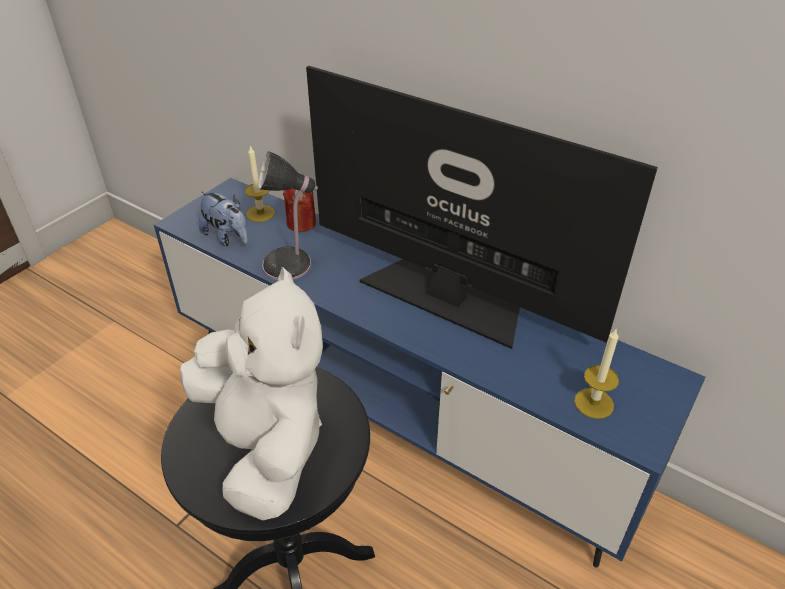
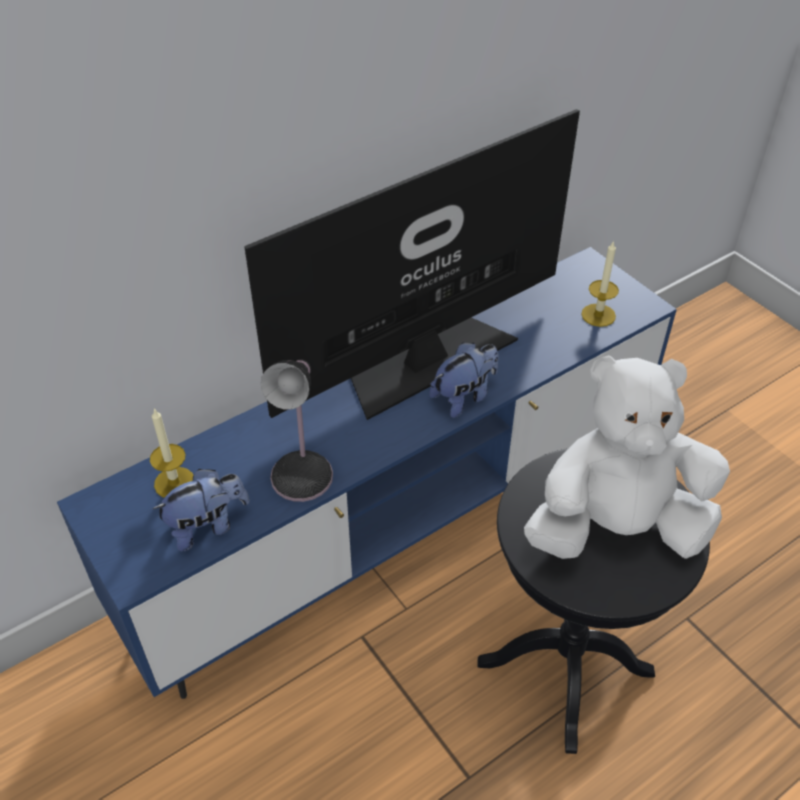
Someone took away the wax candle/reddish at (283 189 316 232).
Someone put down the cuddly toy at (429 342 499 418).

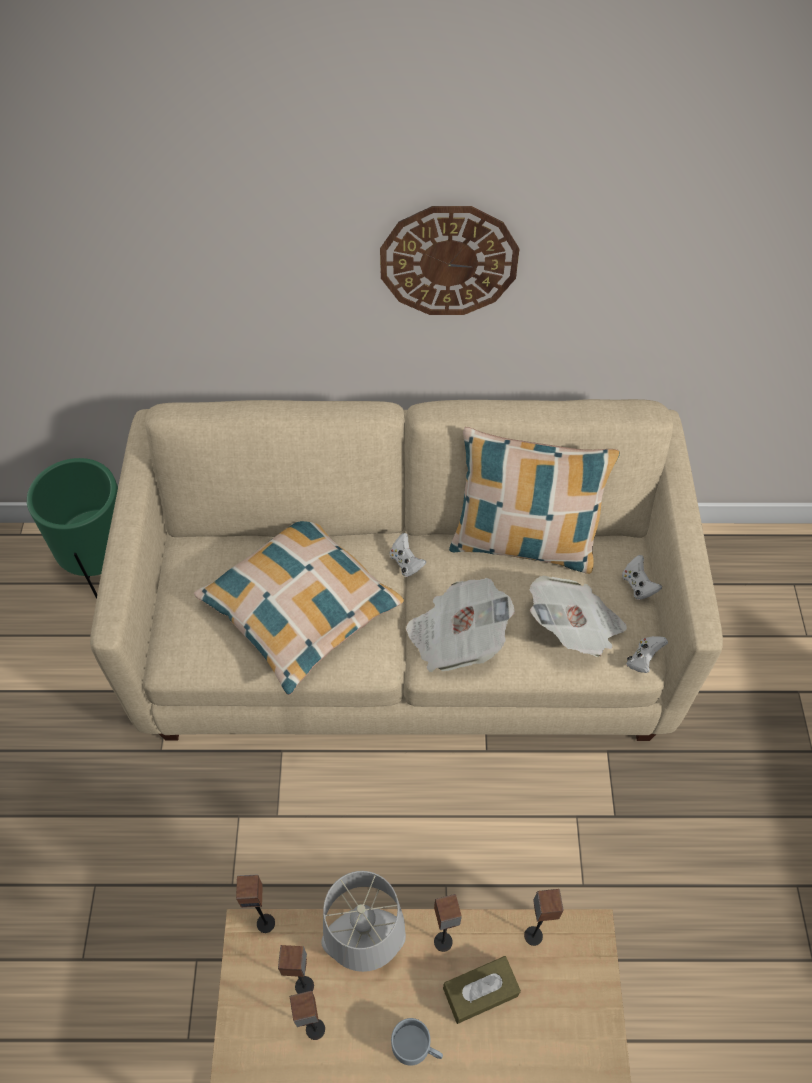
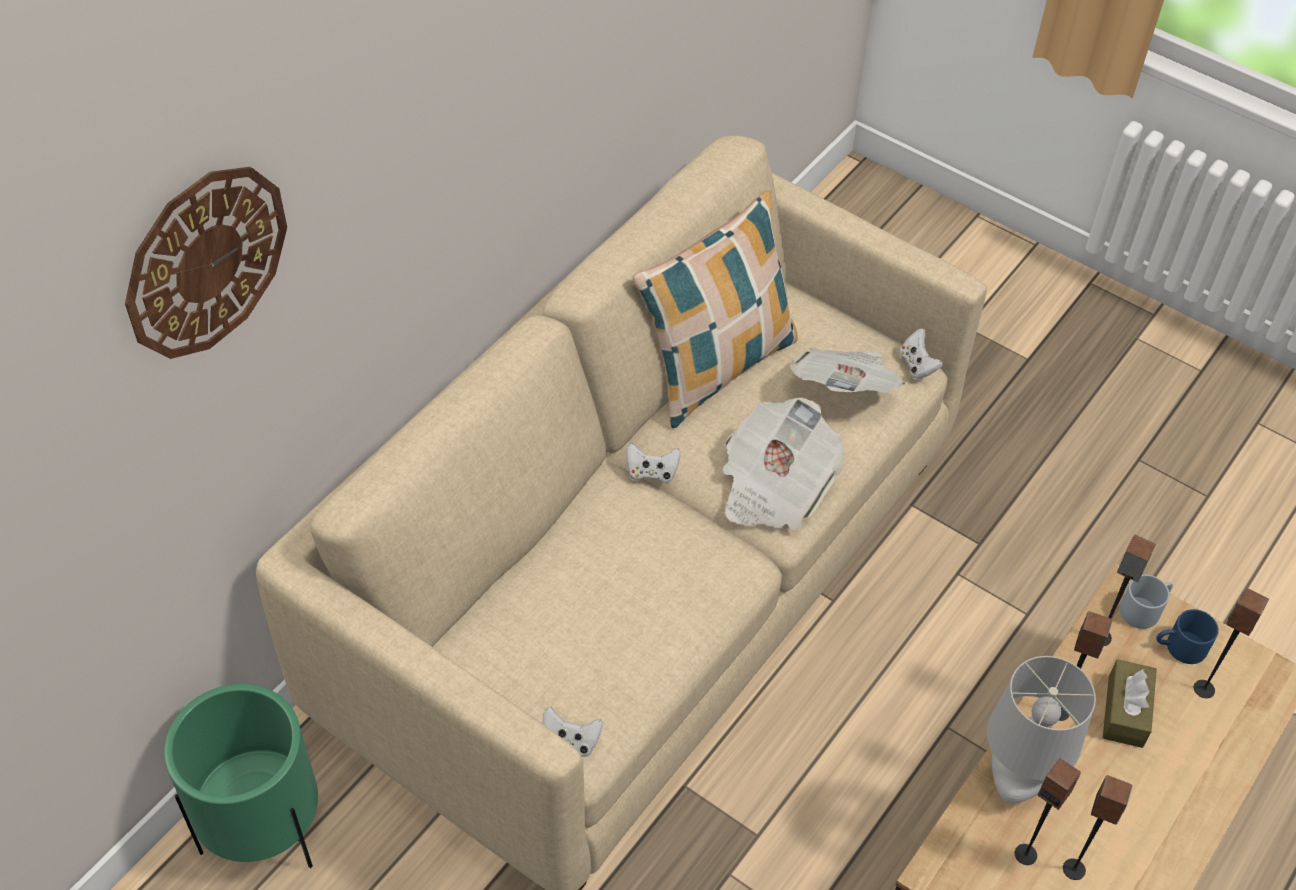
Someone took away the throw pillow at (194 521 404 695).
Someone carried the speaker from (236 874 275 933) to (1194 587 1269 698).
Someone carried the clock on the wall from (380 206 519 315) to (125 167 287 359).
Someone carried the mug/grey from (391 1018 443 1066) to (1120 575 1173 629).
Someone carried the game controller/white from (622 555 662 600) to (543 706 603 757).
Someone put down the mug/blue-coloured at (1156 609 1219 664).

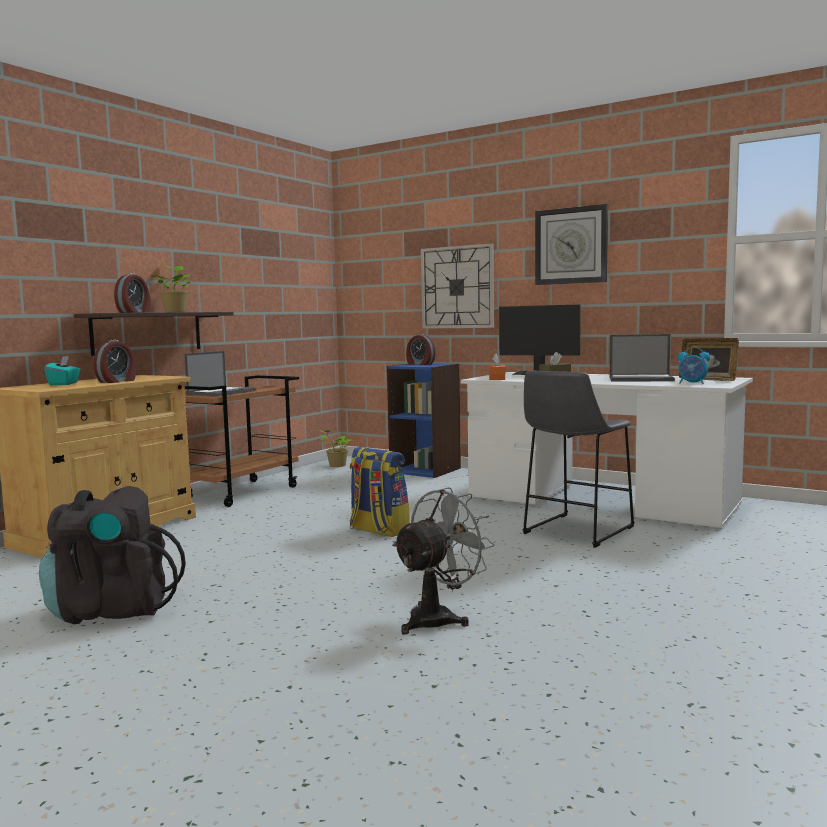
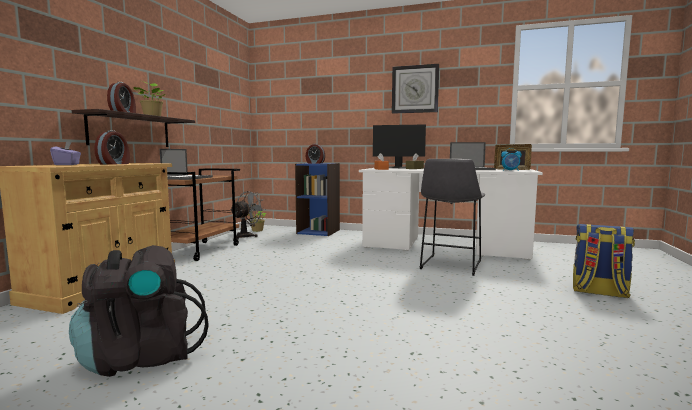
Someone repainted the box of tissues/turquoise at (44 356 80 385), which became the box of tissues/purplish at (50 141 81 165).
Someone carried the rucksack from (350 447 410 537) to (573 224 635 298).
Someone carried the electric fan/grey from (392 487 495 634) to (230 191 266 238).
Someone took away the clock on the wall at (421 243 494 329).

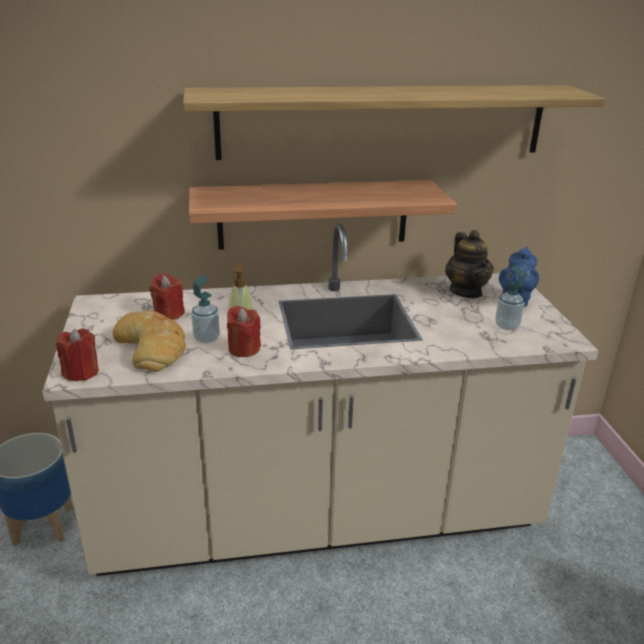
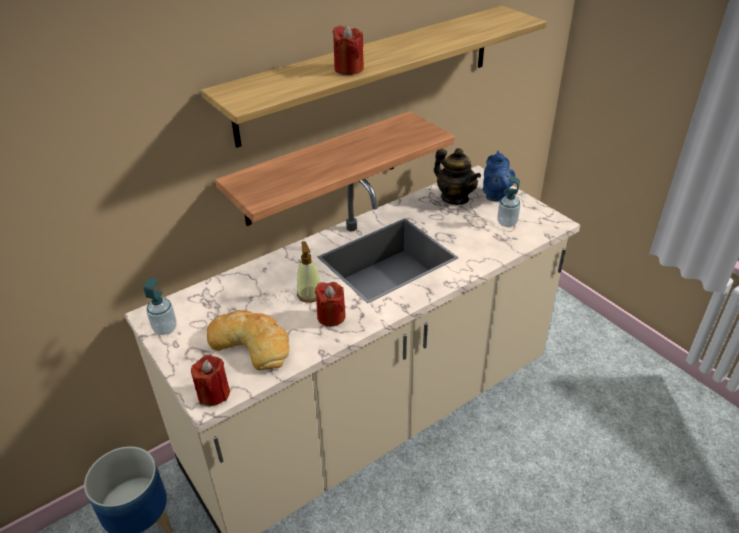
Someone carried the wax candle/reddish from (150 273 185 320) to (332 25 364 75).
Someone carried the soap dispenser from (192 275 220 343) to (144 278 176 335).

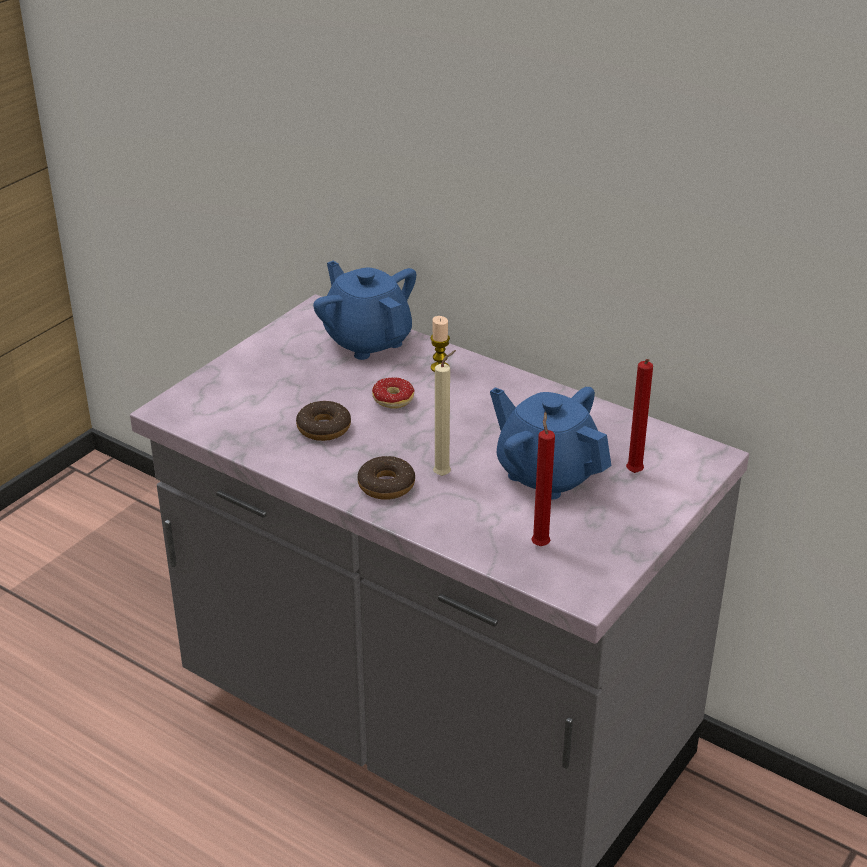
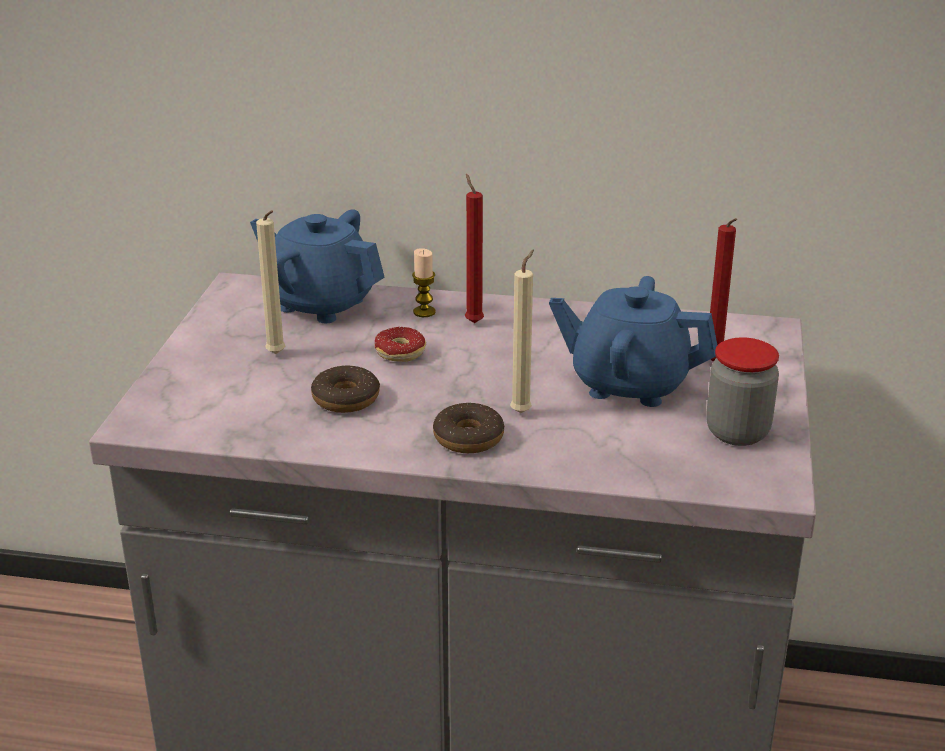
Someone carried the wax candle/reddish from (531 412 555 546) to (465 174 484 323).
Someone put down the wax candle/sand-coloured at (256 210 285 354).
Someone put down the jar at (706 337 779 446).

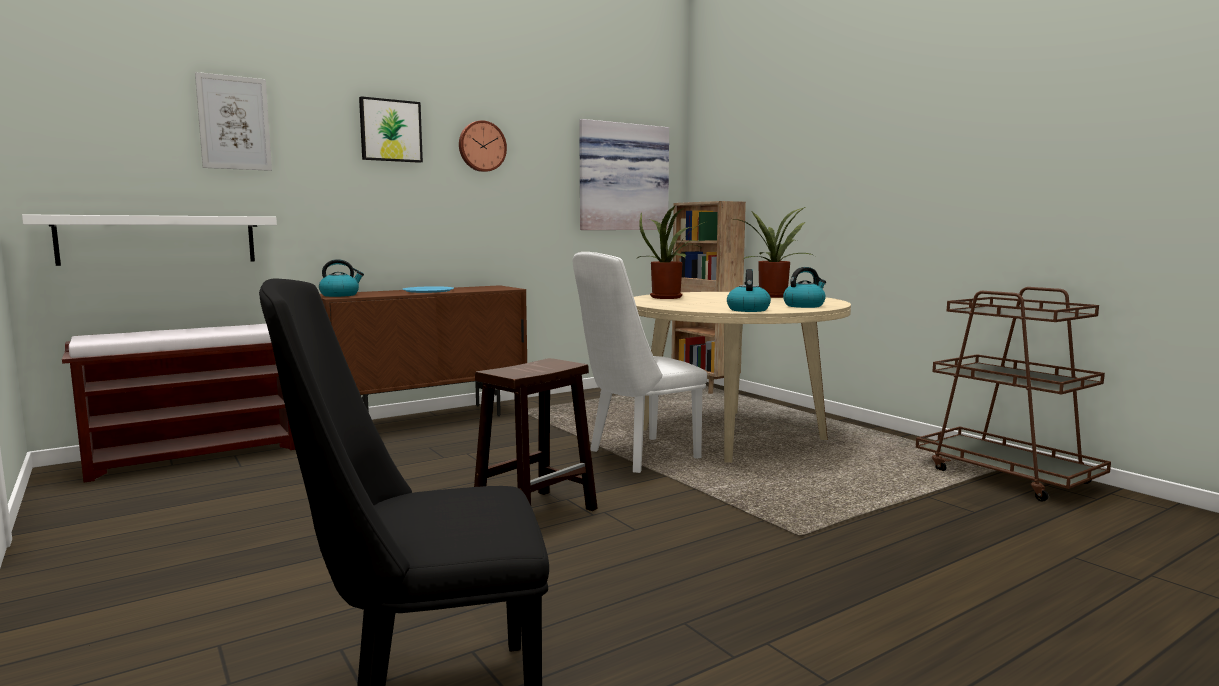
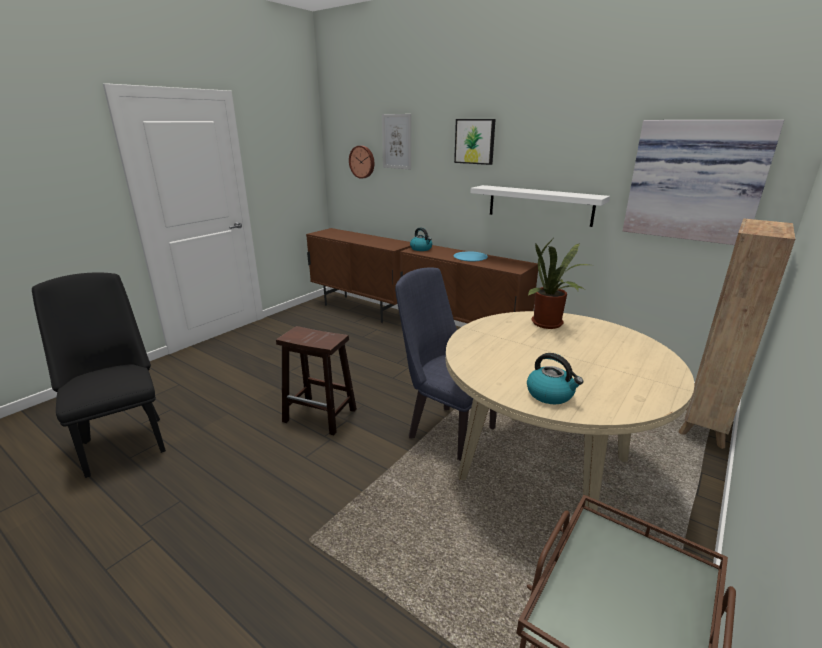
Someone carried the bracket shelf/white from (22 214 277 266) to (470 185 610 227).
Someone swapped the indoor bench/brownish at (62 324 295 483) for the storage cabinet/brownish at (306 228 411 323).
Someone carried the clock on the wall from (459 120 507 172) to (349 146 374 179).
Someone repainted the chair/white at (573 252 707 473), which became the chair/blue-coloured at (395 268 497 461).
Someone took away the water kettle at (727 269 771 312).
Someone took away the plant in a pot at (734 207 815 298).

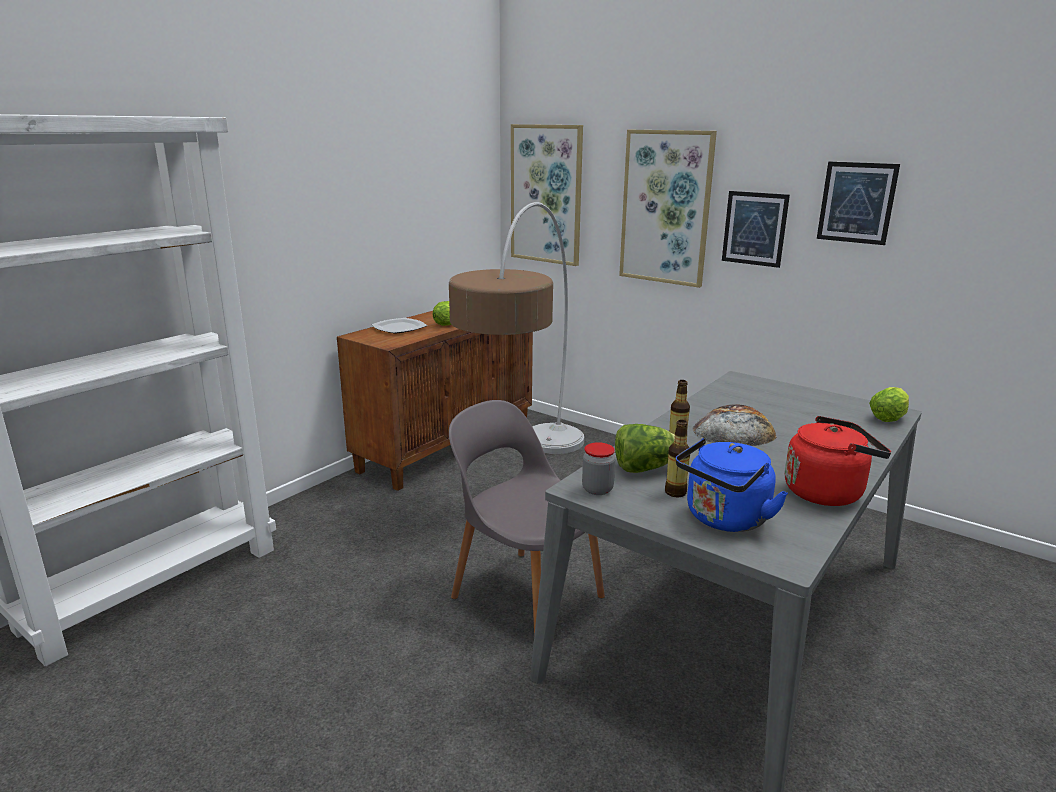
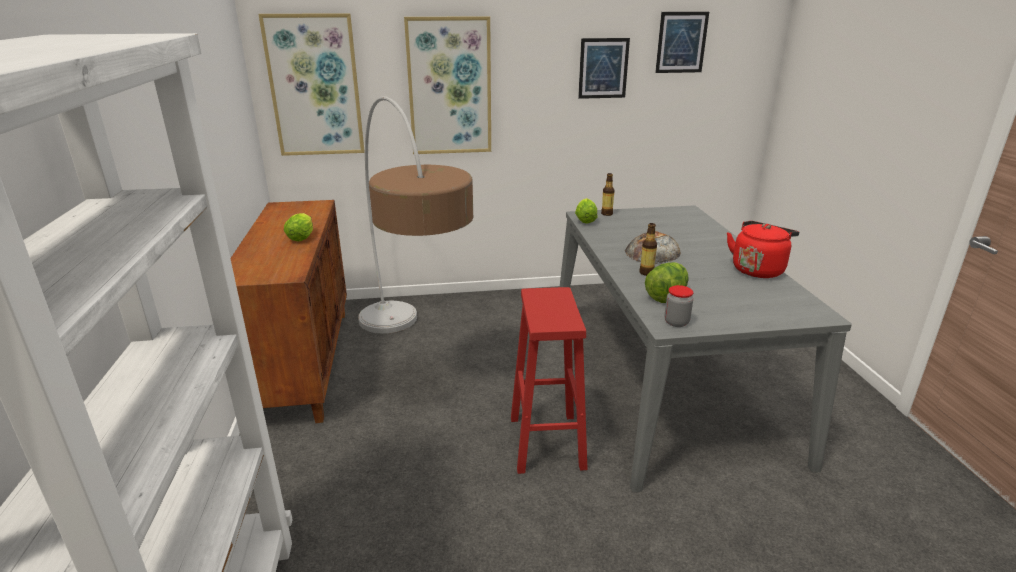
Someone took away the plate at (371 318 427 334).
Someone swapped the chair/grey at (449 400 605 635) for the stool seat/reddish at (511 287 588 474).
Someone carried the drink bottle from (665 420 690 497) to (601 173 615 216).
Someone took away the water kettle/blue-coloured at (676 438 788 532).
Someone carried the wall picture from (722 191 790 268) to (655 12 709 73).
Someone carried the lettuce from (869 387 909 422) to (575 198 597 224).

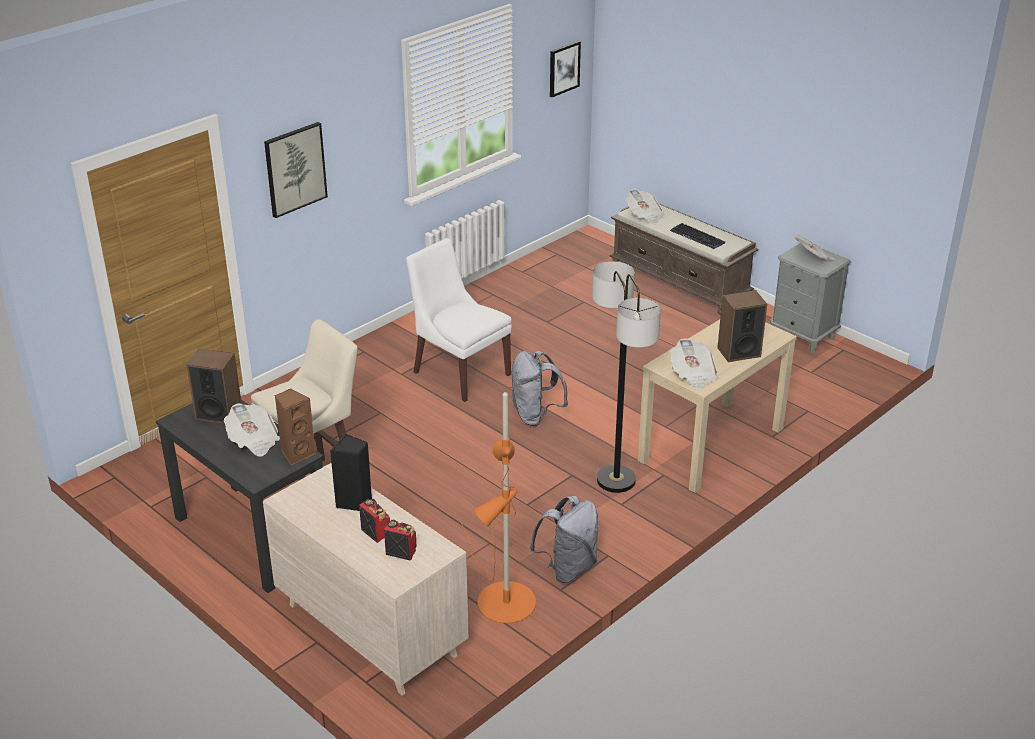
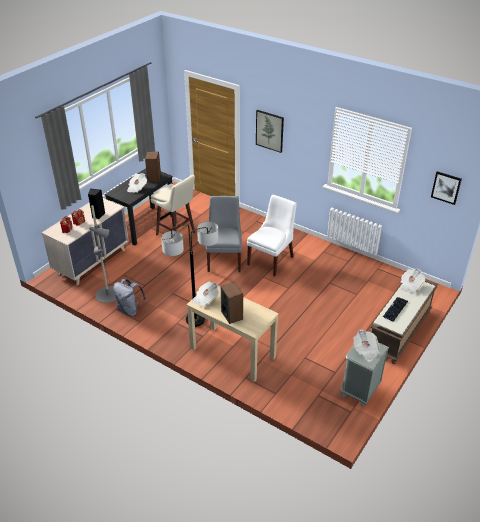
Someone took away the speaker/brownish at (274 388 316 465).
Someone repainted the standing lamp/orange-coloured at (455 392 536 623), which became the standing lamp/grey at (89 205 163 303).
Someone took away the rucksack/grey at (511 351 568 426).
Someone put down the chair/grey at (206 196 242 272).

